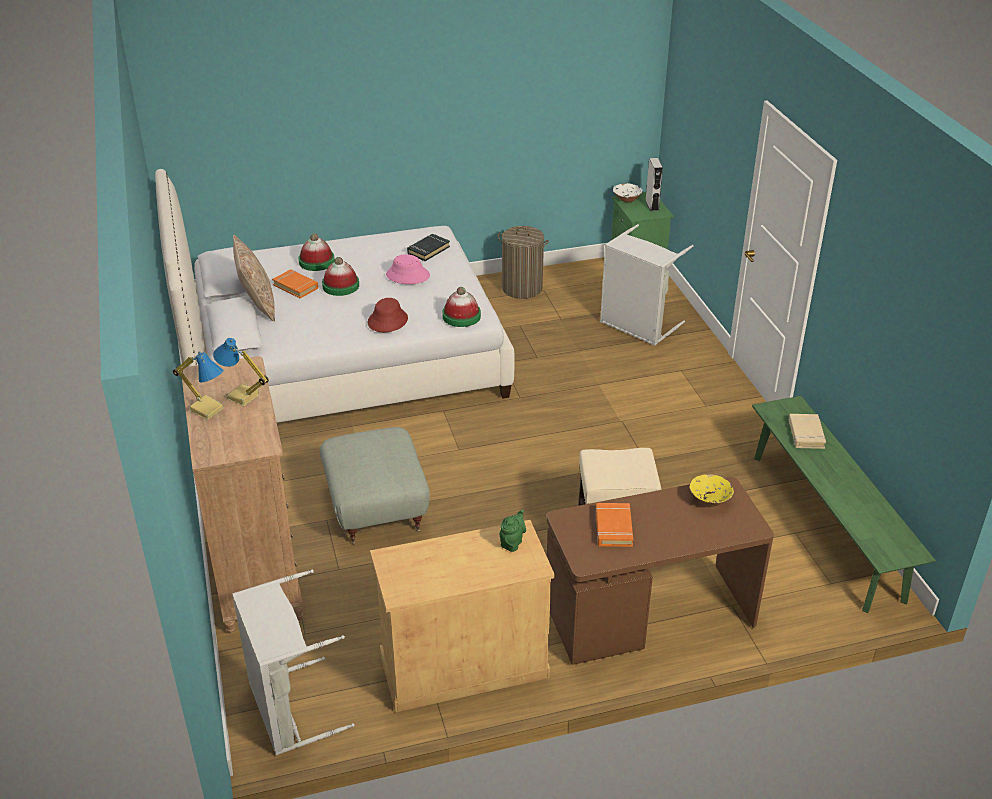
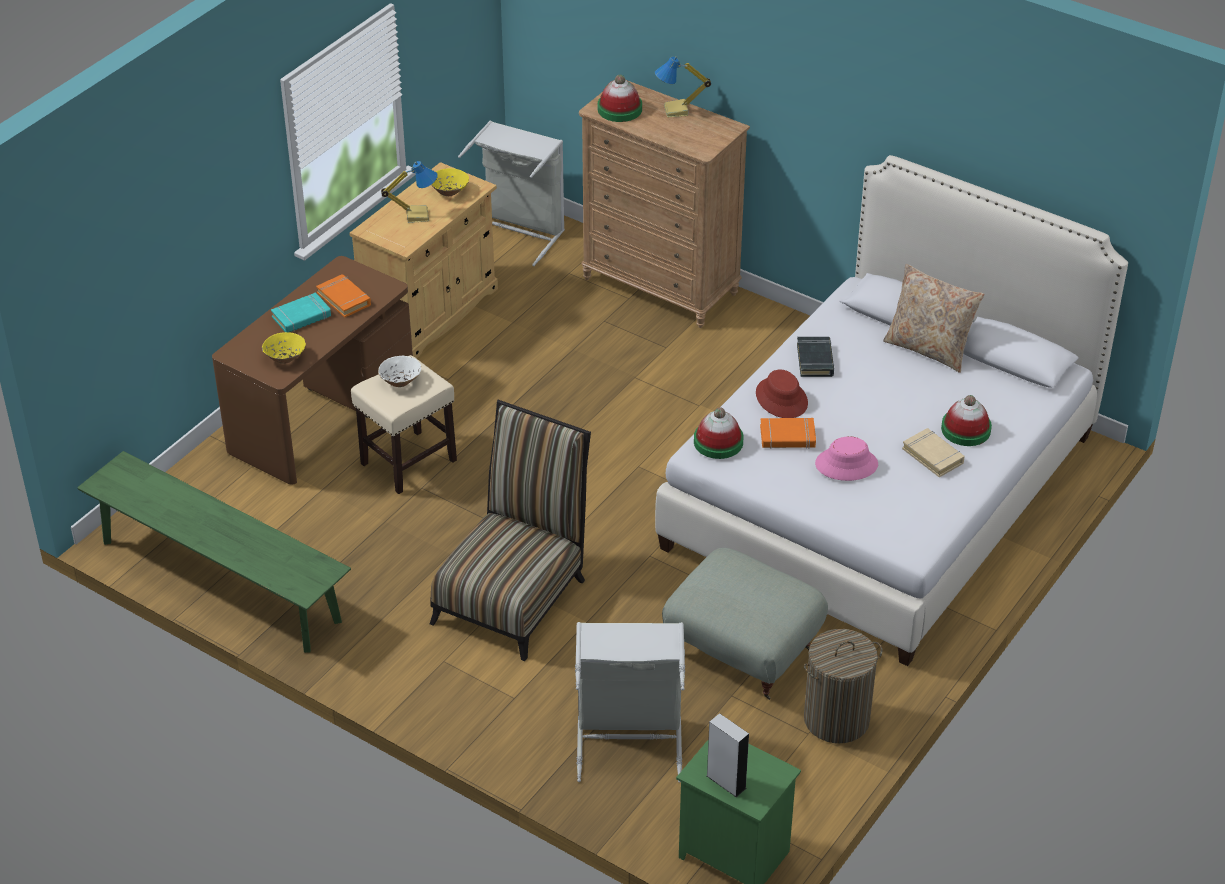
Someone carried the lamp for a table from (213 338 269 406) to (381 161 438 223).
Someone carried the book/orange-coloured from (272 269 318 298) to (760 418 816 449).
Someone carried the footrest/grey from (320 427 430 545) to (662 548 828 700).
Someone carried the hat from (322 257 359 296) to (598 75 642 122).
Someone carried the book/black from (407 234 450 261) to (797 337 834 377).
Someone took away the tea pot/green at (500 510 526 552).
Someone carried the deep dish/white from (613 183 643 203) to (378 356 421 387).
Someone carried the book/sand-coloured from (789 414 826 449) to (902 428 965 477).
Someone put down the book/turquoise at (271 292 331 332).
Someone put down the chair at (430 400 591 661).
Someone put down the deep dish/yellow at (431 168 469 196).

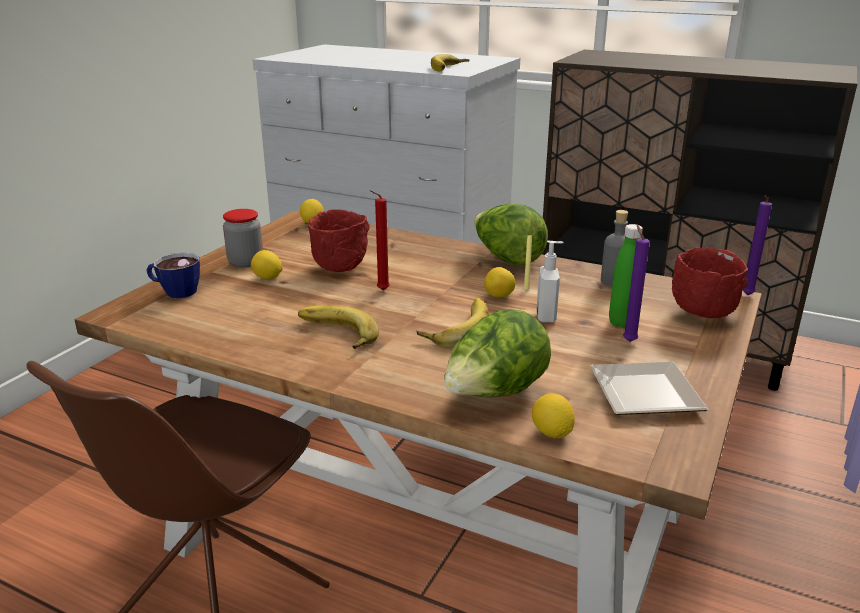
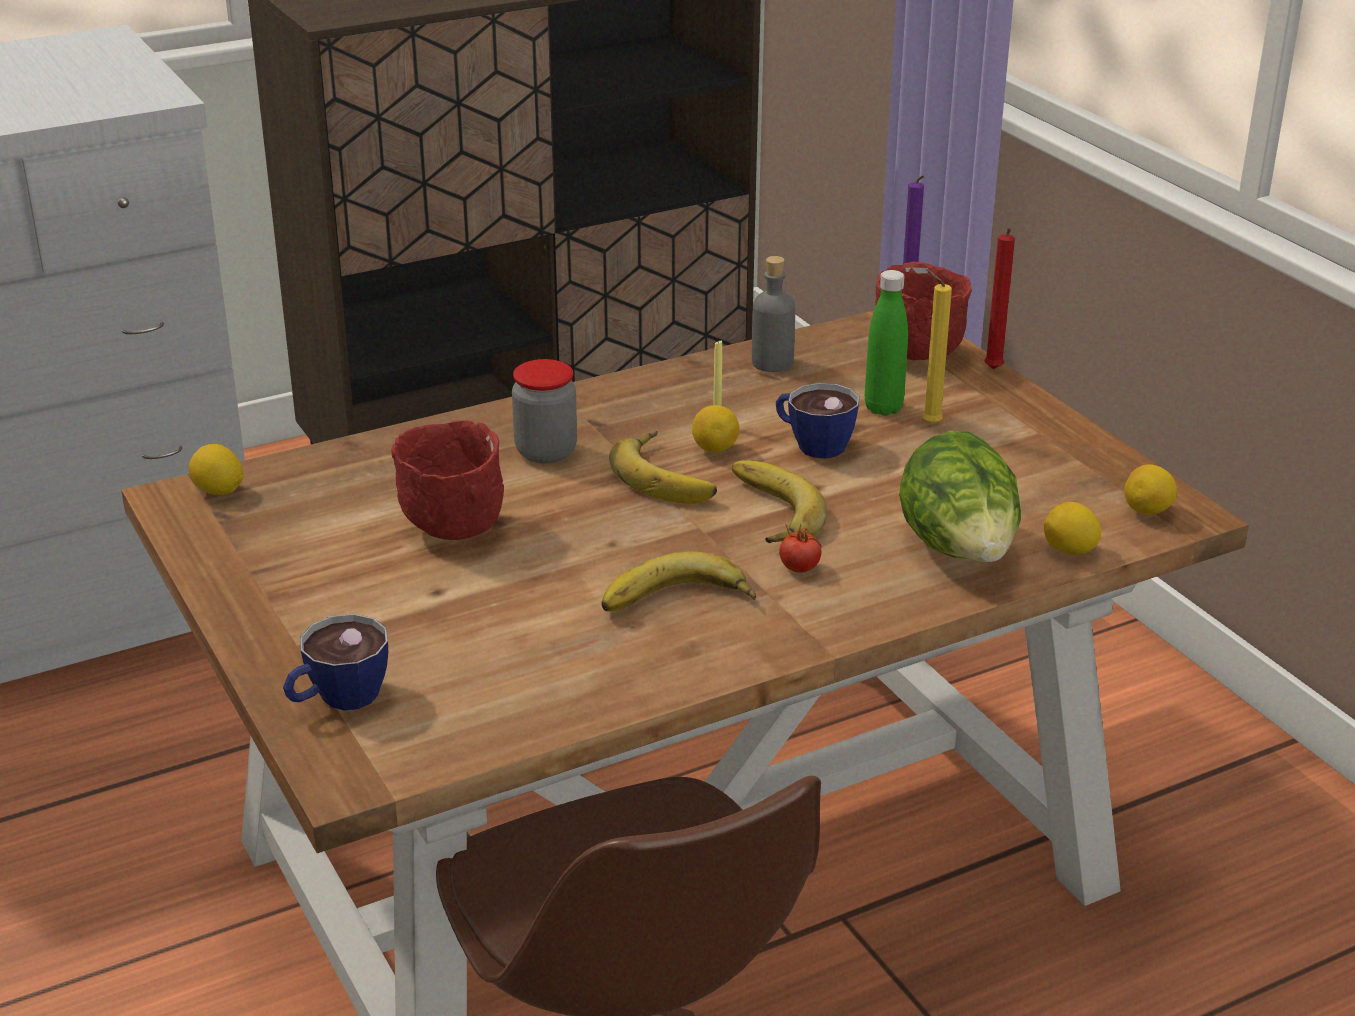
Someone carried the jar from (223 209 263 268) to (512 359 577 464).
Someone carried the whole lemon from (251 250 283 280) to (1124 464 1177 515).
Someone carried the wax candle/reddish from (370 190 390 291) to (984 228 1015 369).
Someone carried the banana fruit from (431 54 470 72) to (609 431 717 504).
Someone took away the lettuce at (474 204 548 265).
Someone swapped the soap dispenser at (537 241 564 323) for the drinking cup at (776 383 860 458).
Someone took away the plate at (590 362 708 415).
Someone repainted the wax candle/purplish at (623 224 650 342), which became the wax candle/yellow at (922 269 952 425).
Someone put down the fresh tomato at (779 525 822 573).

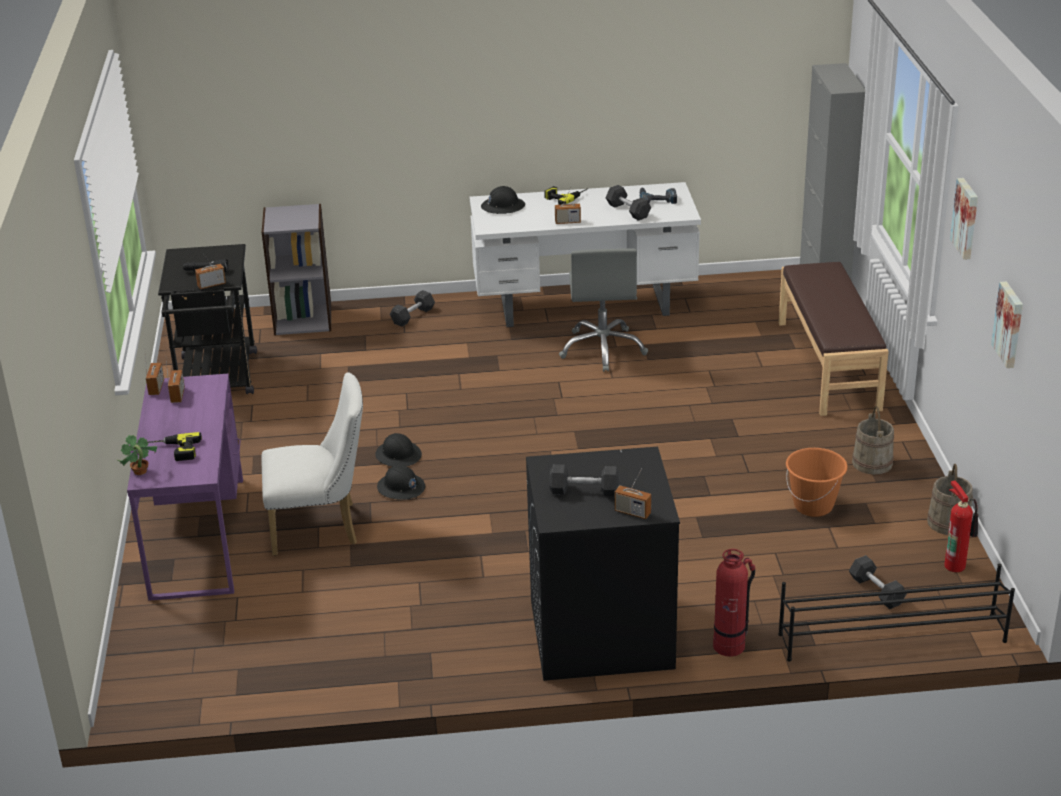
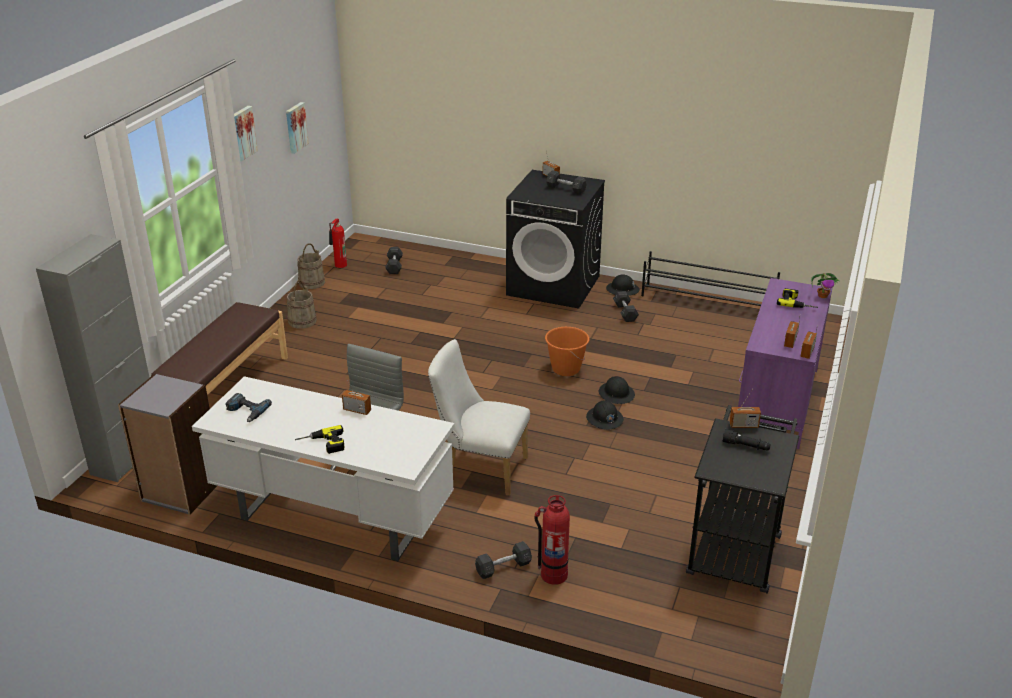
Someone carried the chair/white from (261 372 363 556) to (428 339 530 496).
Someone carried the shelving unit/grey from (262 204 332 335) to (118 374 217 515).
Someone carried the work helmet/black from (481 186 525 214) to (606 275 640 296).
Someone carried the dumbbell/grey from (606 185 651 221) to (613 291 639 322).
Someone carried the fire extinguisher from (713 549 755 657) to (534 495 570 585).
Someone carried the shoe rack/black from (778 564 1015 662) to (641 251 780 306).
Someone carried the bucket/orange-coloured from (786 448 848 517) to (545 327 589 376).

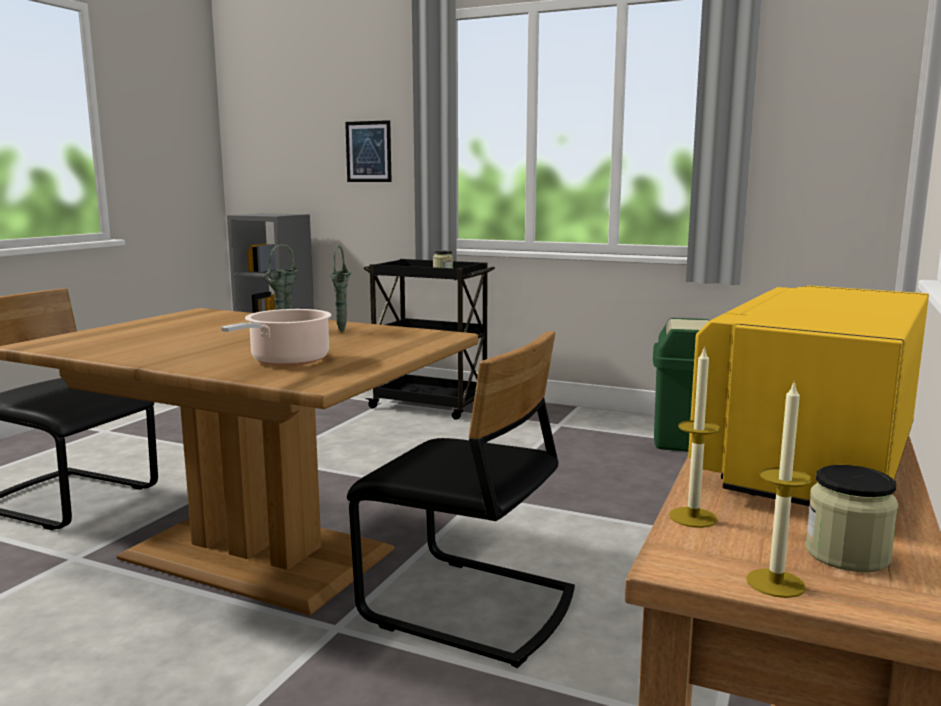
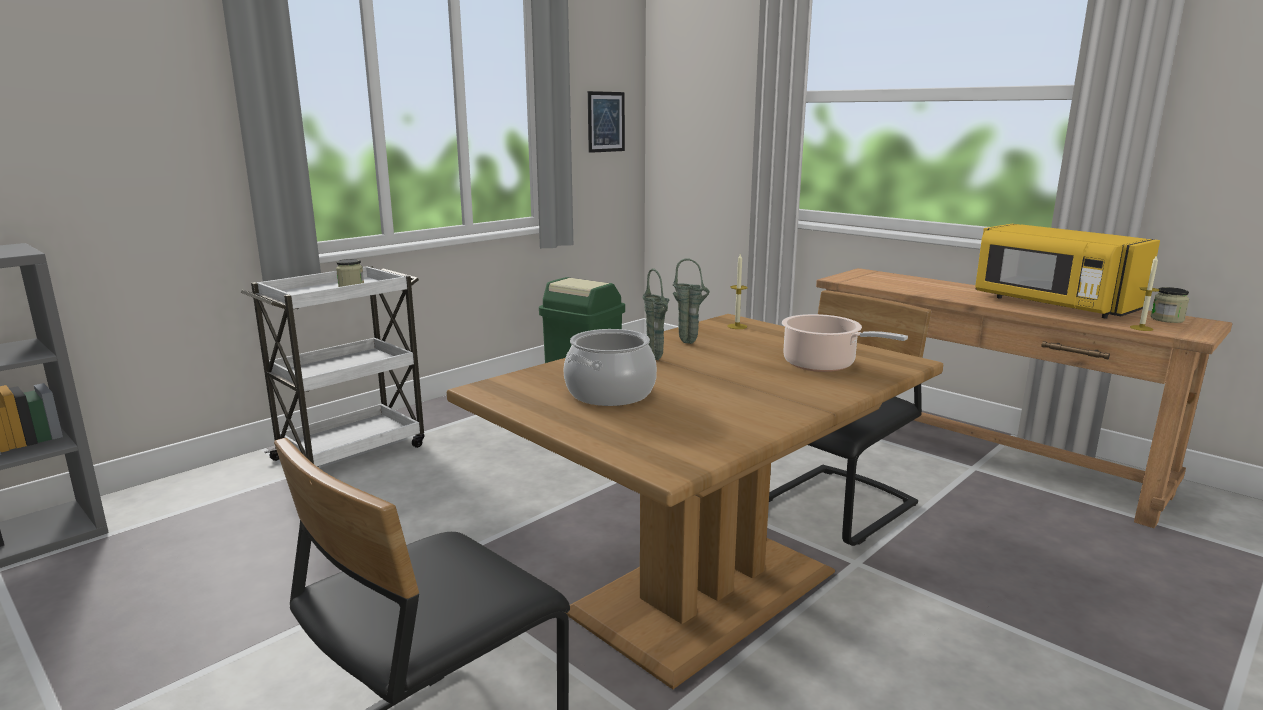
Someone carried the wall picture from (345 120 392 182) to (588 91 625 153).
Someone repainted the wheeled cart/black at (364 259 495 420), which became the wheeled cart/white at (241 266 424 467).
Someone carried the wax candle from (746 380 812 598) to (727 254 747 329).
Someone put down the stockpot at (564 329 657 406).

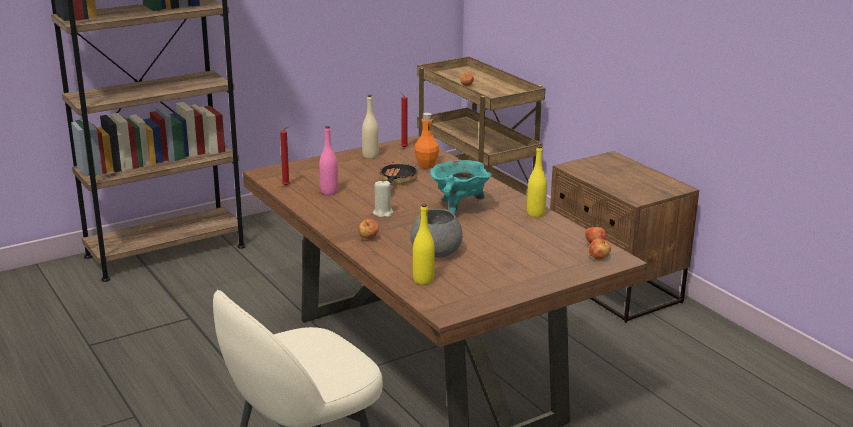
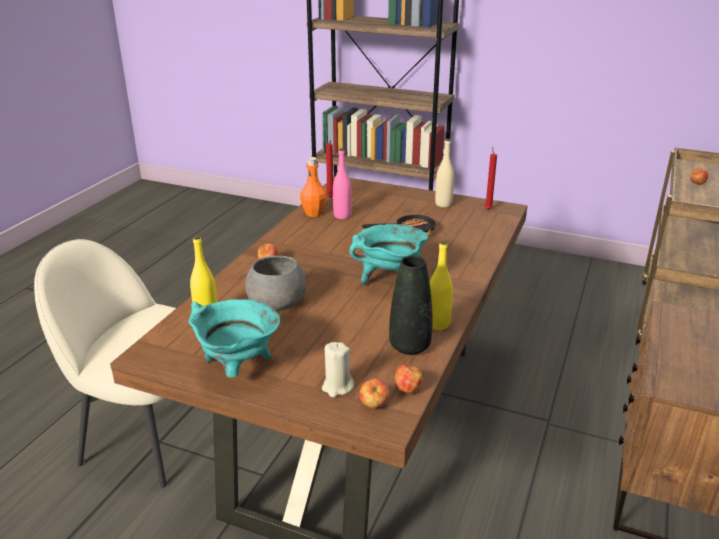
Someone carried the wax candle/sand-coloured from (373 181 394 217) to (322 342 354 397).
Someone carried the drink bottle/orange-coloured from (414 113 439 168) to (300 157 327 217).
Someone put down the stockpot/turquoise at (189 299 280 378).
Someone put down the vase/black at (389 256 432 355).

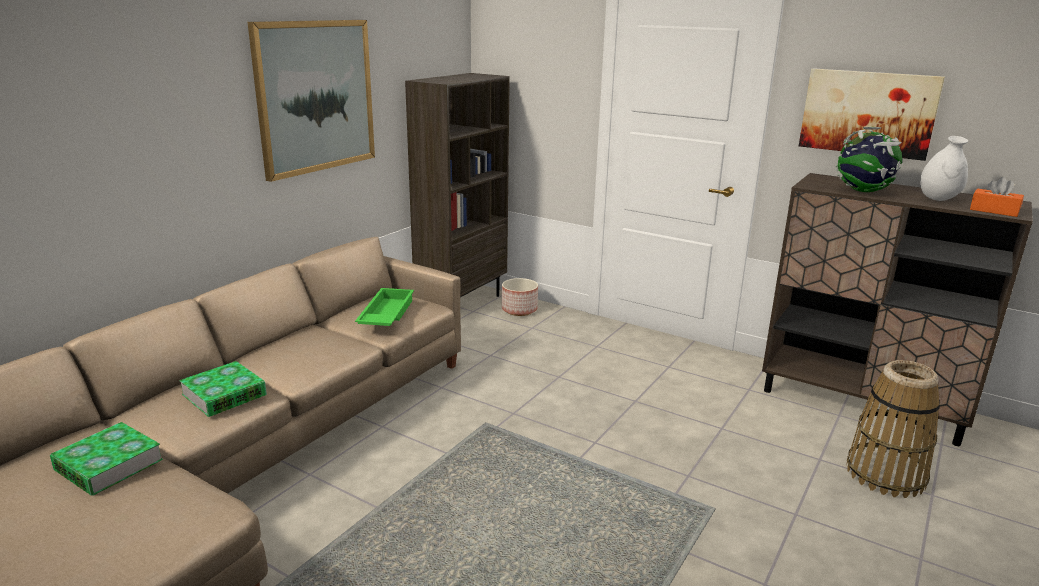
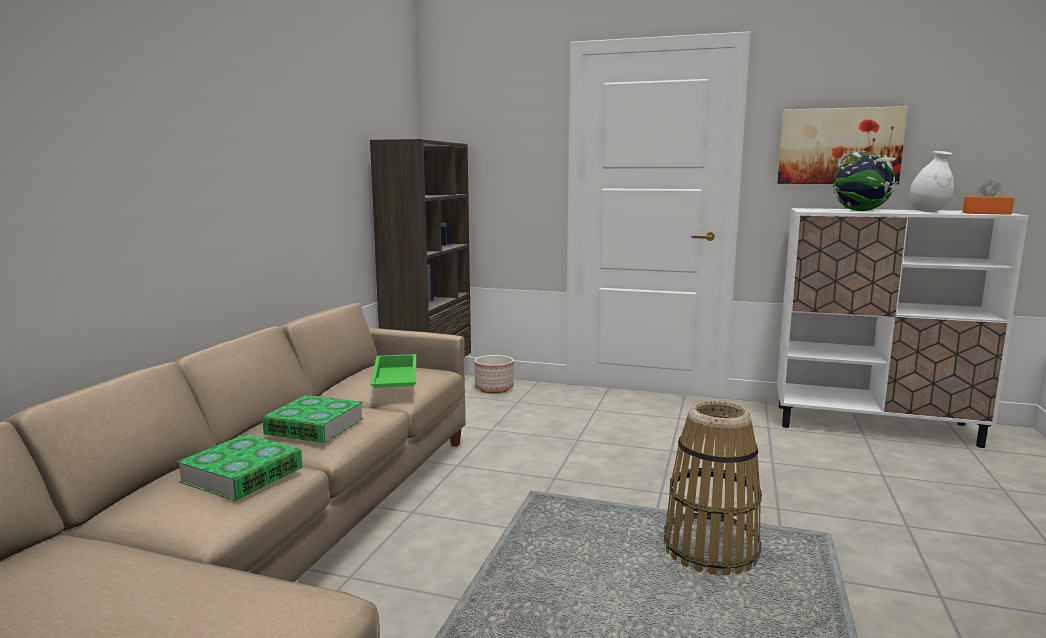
Someone carried the book from (50 422 163 496) to (262 395 363 443).
Someone took away the wall picture at (248 20 375 182).
Someone repainted the storage cabinet/brownish at (762 173 1033 446), which became the storage cabinet/white at (777 208 1029 448).
Someone carried the household basket from (846 360 940 498) to (664 401 762 575).

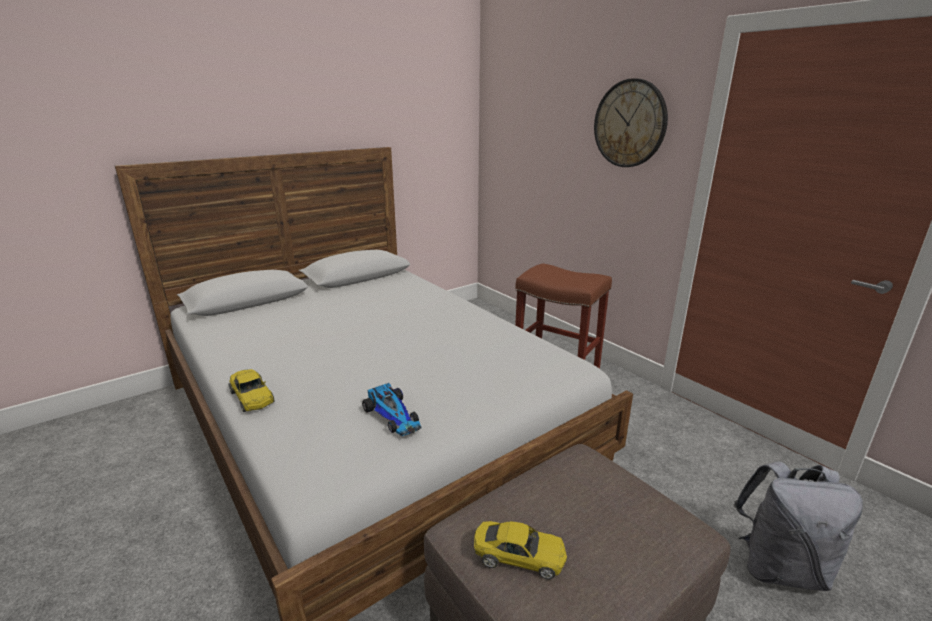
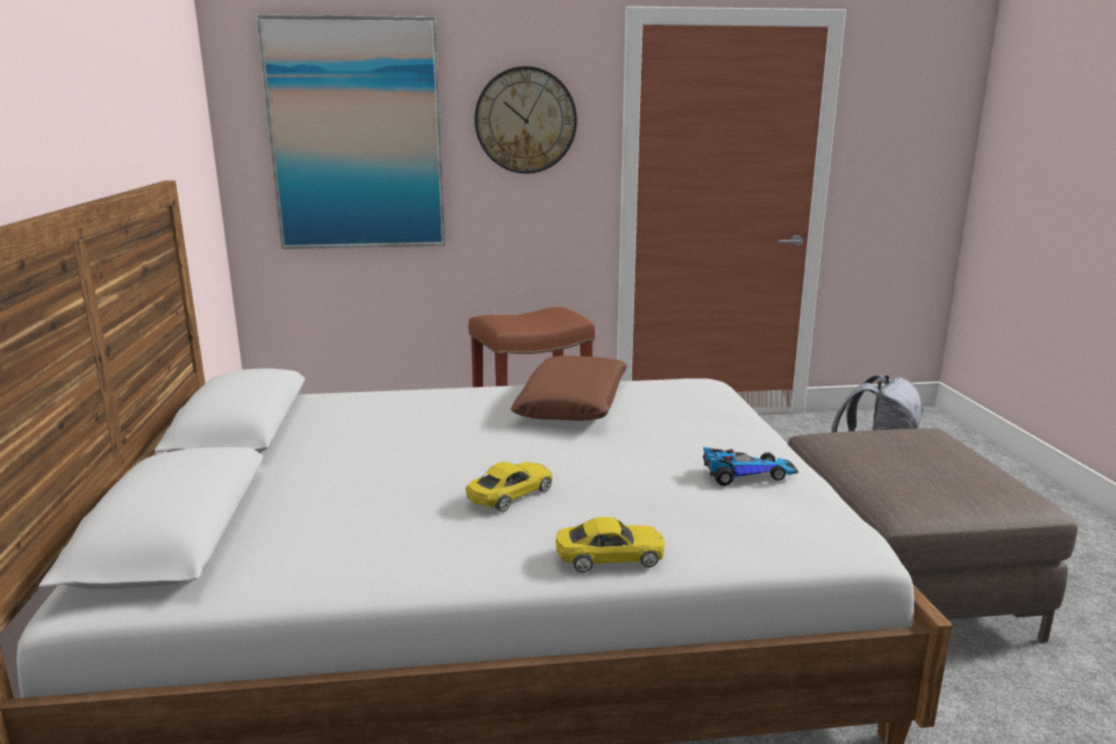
Someone carried the miniature car/yellow from (474 521 567 579) to (465 462 552 512).
Someone put up the wall picture at (256 14 446 249).
Someone put down the throw pillow/brownish at (510 355 627 421).

